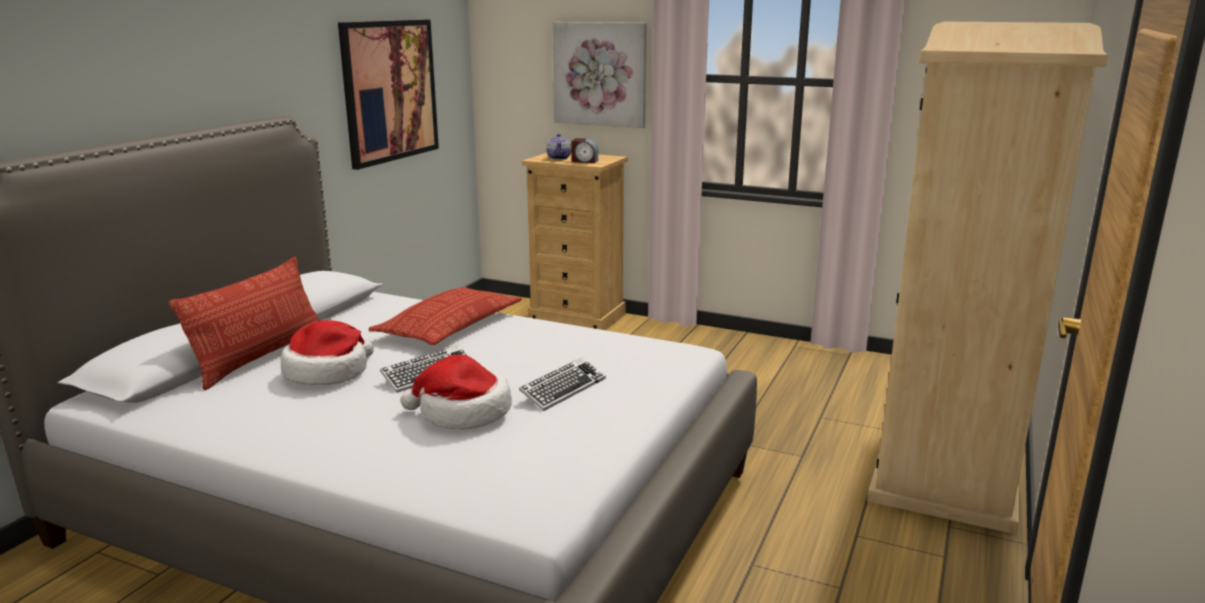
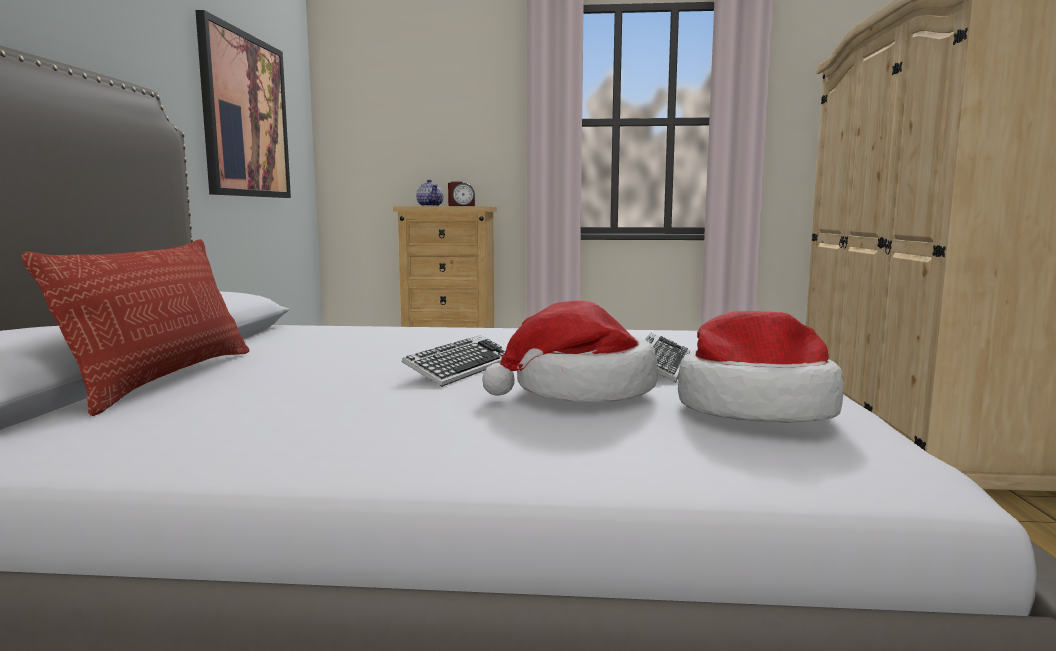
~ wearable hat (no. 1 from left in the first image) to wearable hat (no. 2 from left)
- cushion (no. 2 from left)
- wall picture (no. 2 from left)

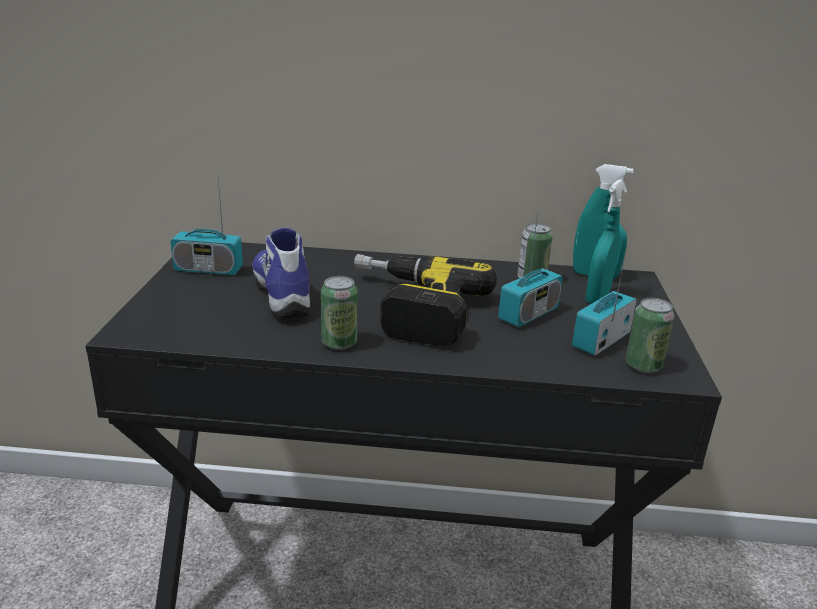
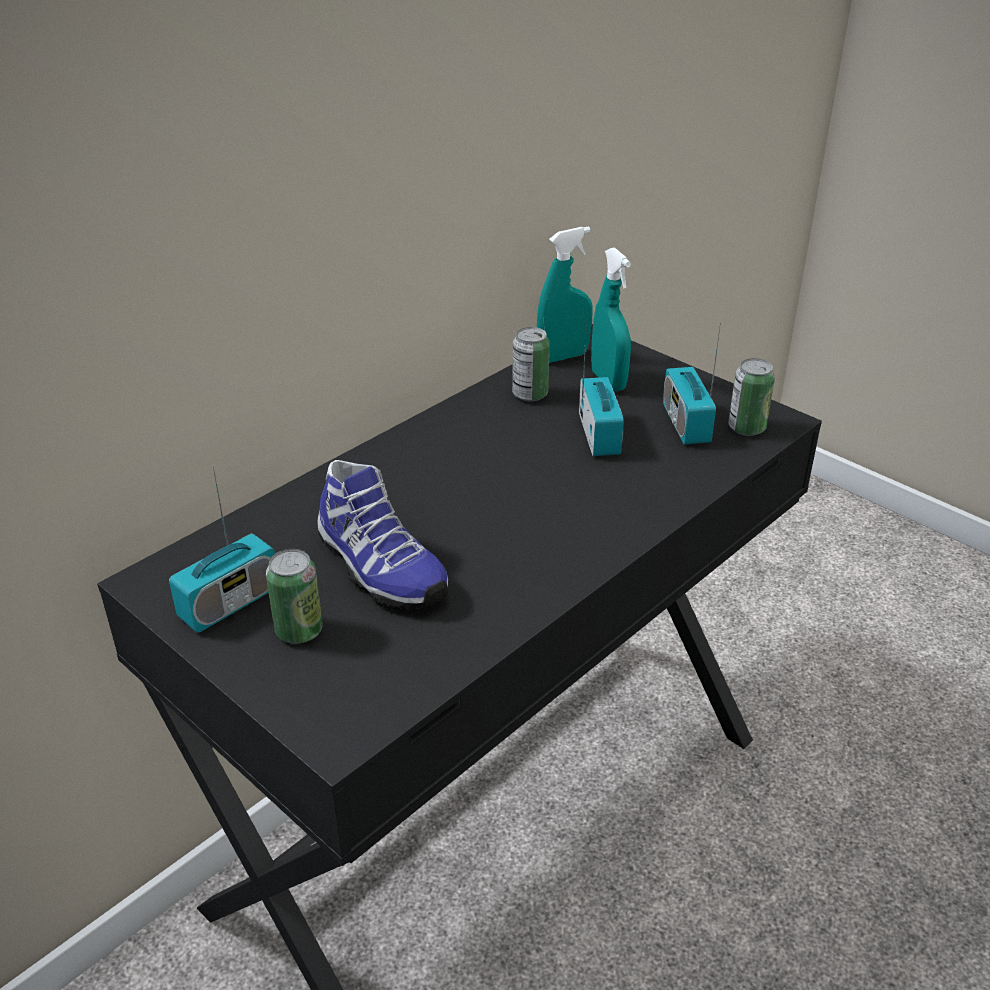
~ sealed can (no. 1 from left)
~ low shoe 150 degrees counterclockwise
- power drill

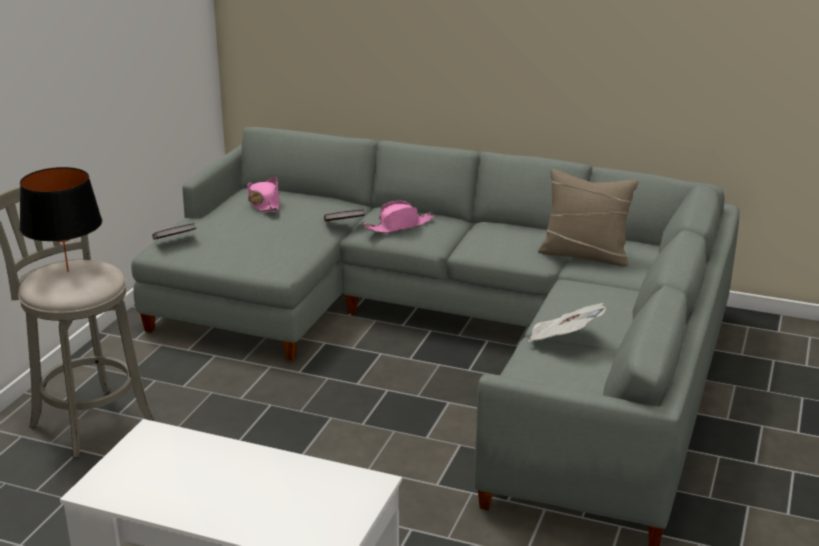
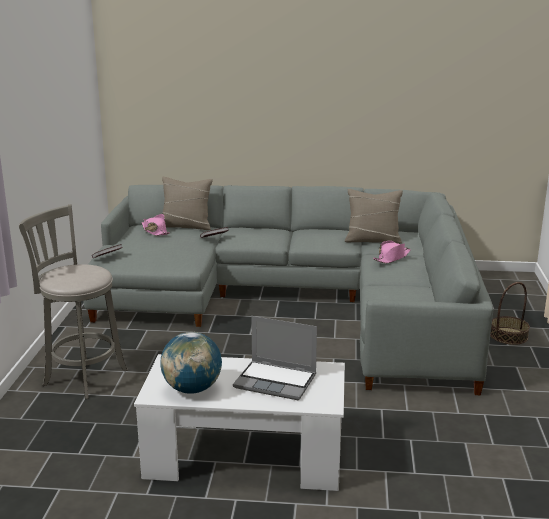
+ desk globe
+ cushion (beige-coloured) (no. 1 from left)
+ laptop
~ wearable hat (pink) (no. 2 from left)
+ storage basket
- tabletop lamp (black-coloured)
- printed paper

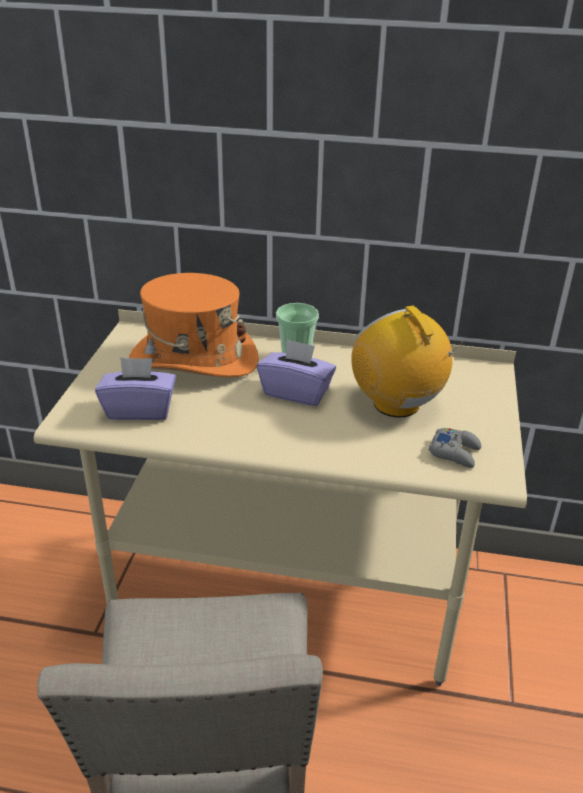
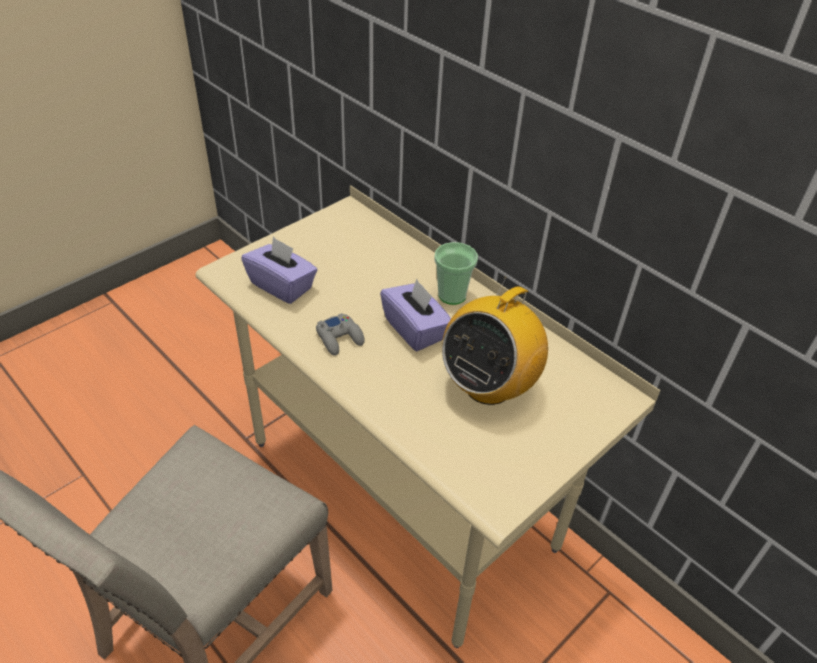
~ gamepad (greyish)
~ radio set 150 degrees counterclockwise
- wearable hat (orange)

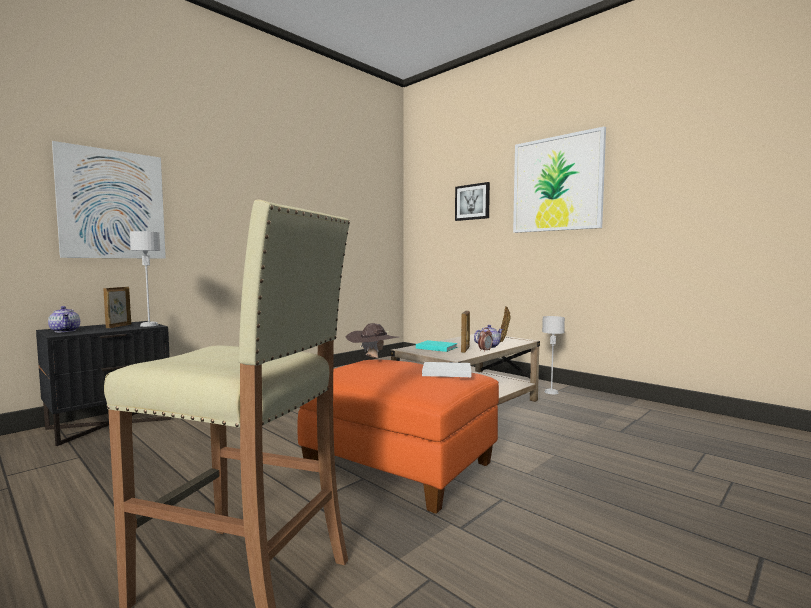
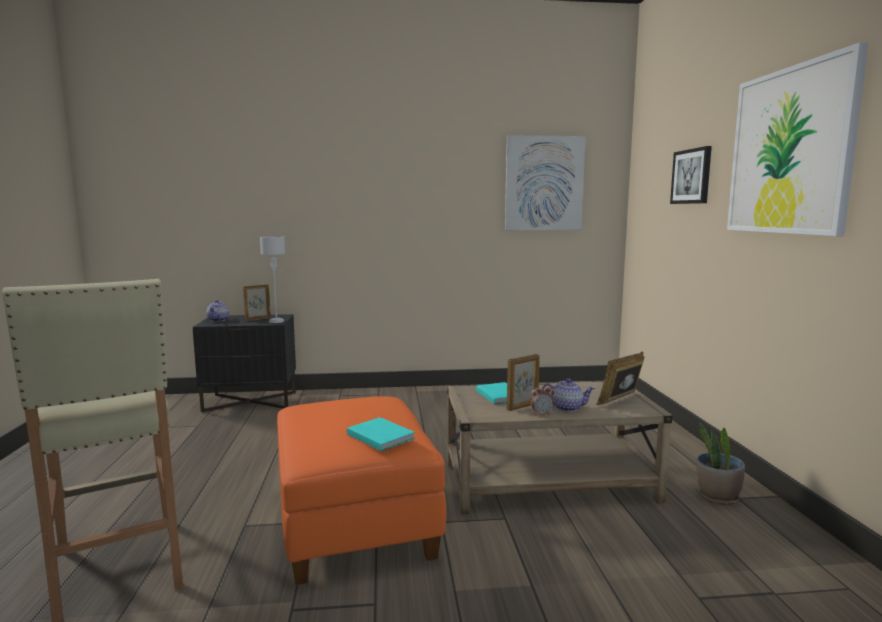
~ book (white) to book (blue-green) (no. 1 from left)
~ wall picture (no. 1 from left)
~ tabletop lamp (greyish) (no. 2 from left) to potted plant
- wearable hat (brown)

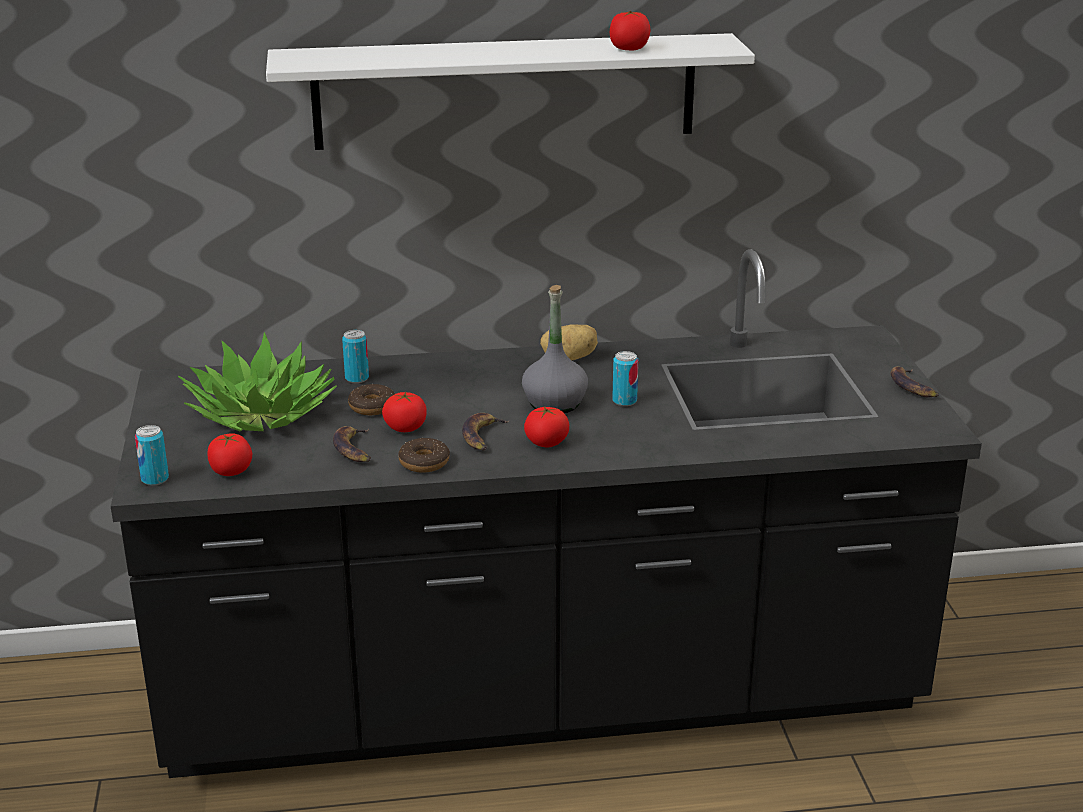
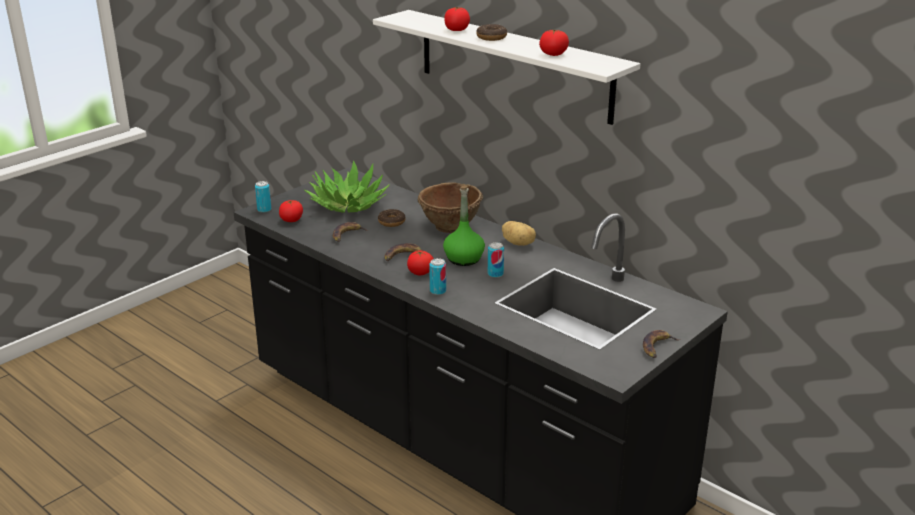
+ bowl (brown)
~ sealed can (no. 2 from left)
~ beverage bottle (greyish) to beverage bottle (green)
~ whole tomato (no. 2 from left in the first image) to whole tomato (no. 3 from left)
~ donut (no. 2 from left)

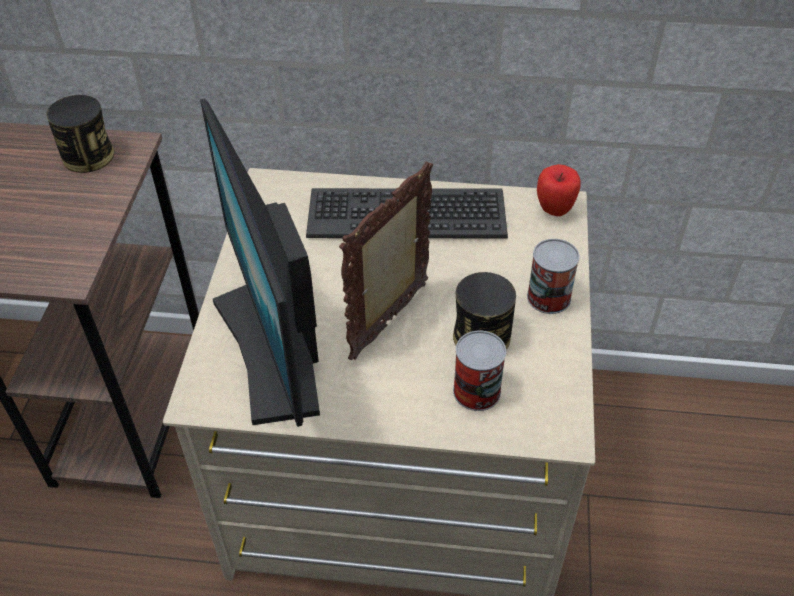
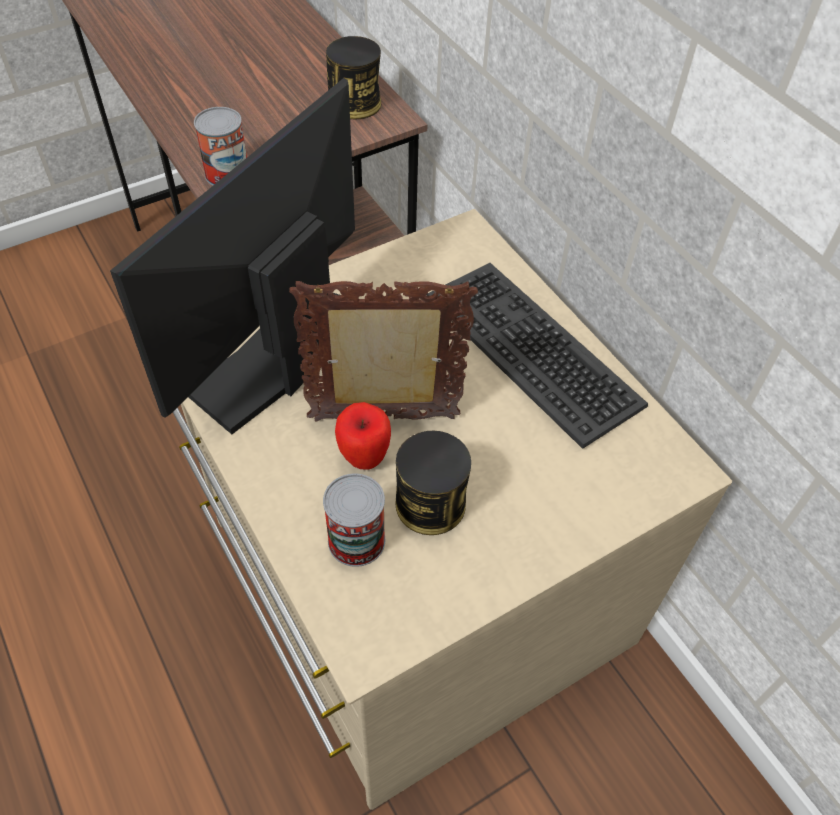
~ sealed can (no. 4 from left in the first image) to sealed can (no. 1 from left)
~ apple fruit

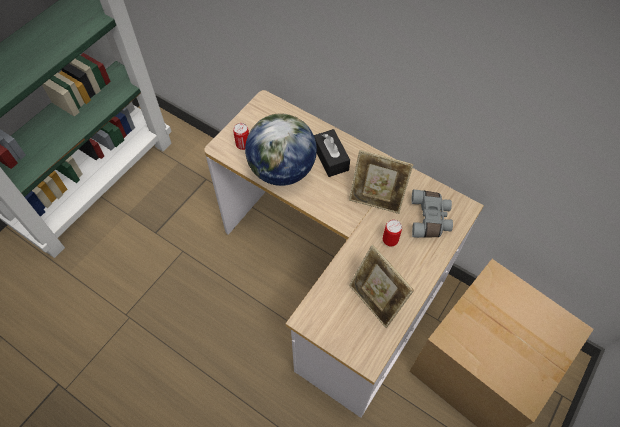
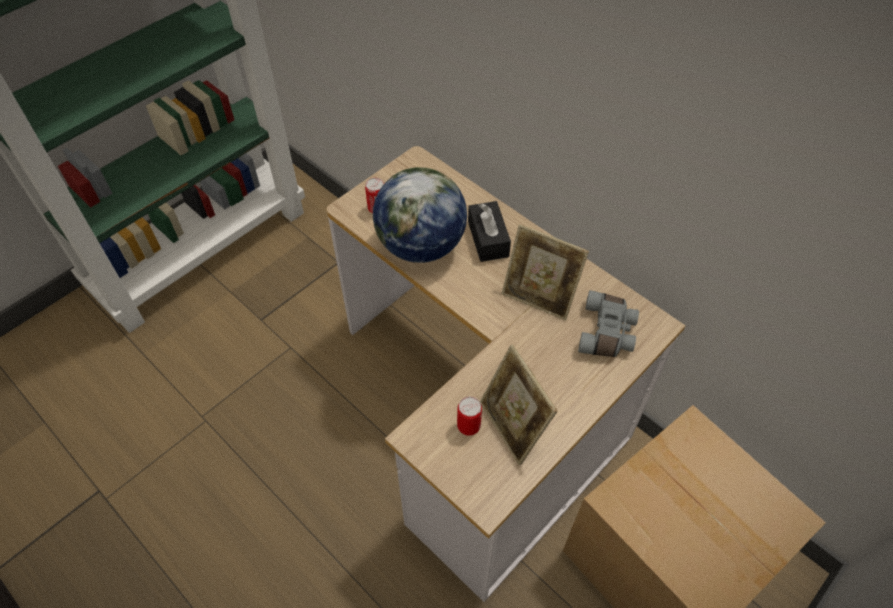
~ sealed can (no. 2 from left)

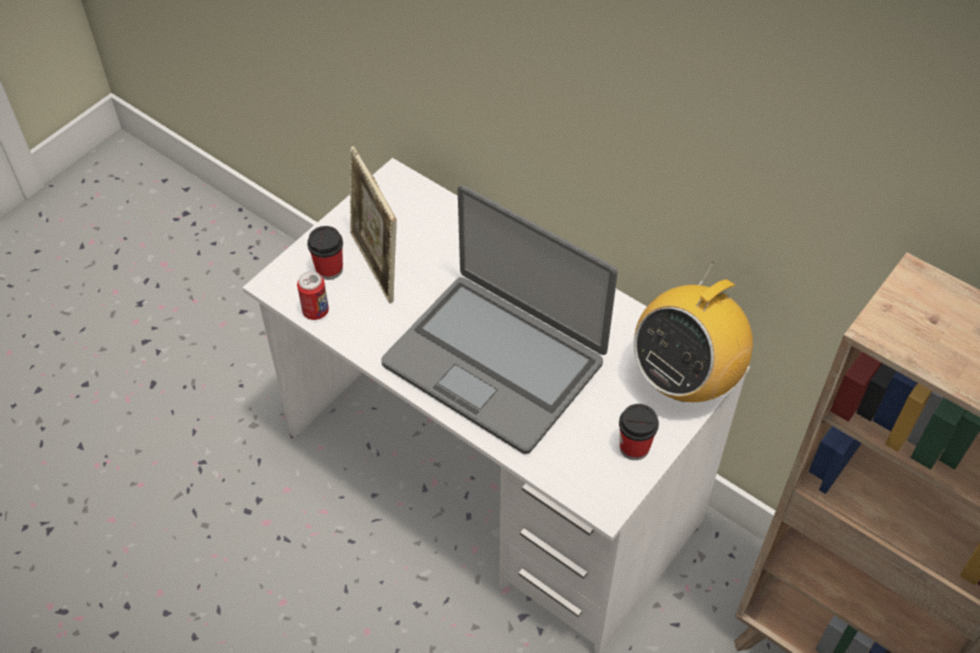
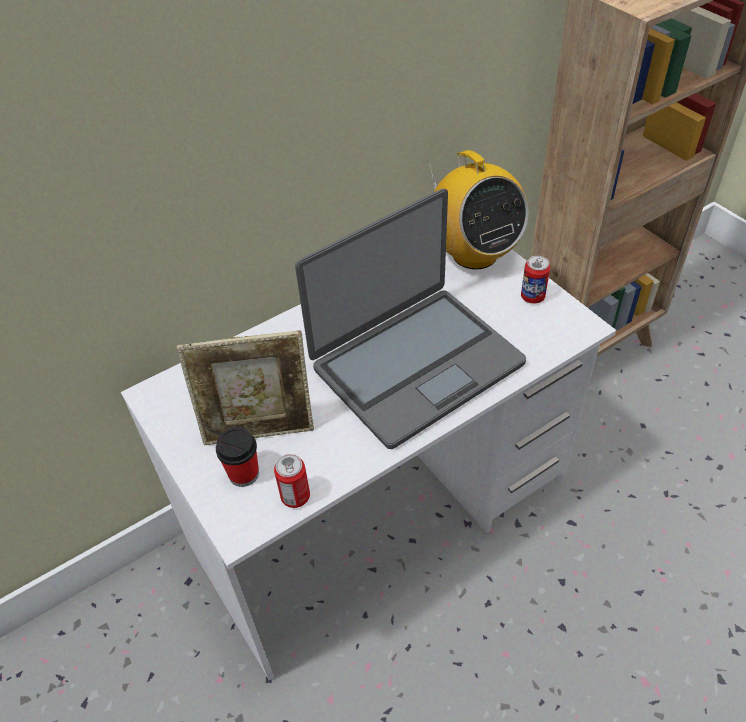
~ drinking cup (no. 2 from left) to sealed can (no. 2 from left)

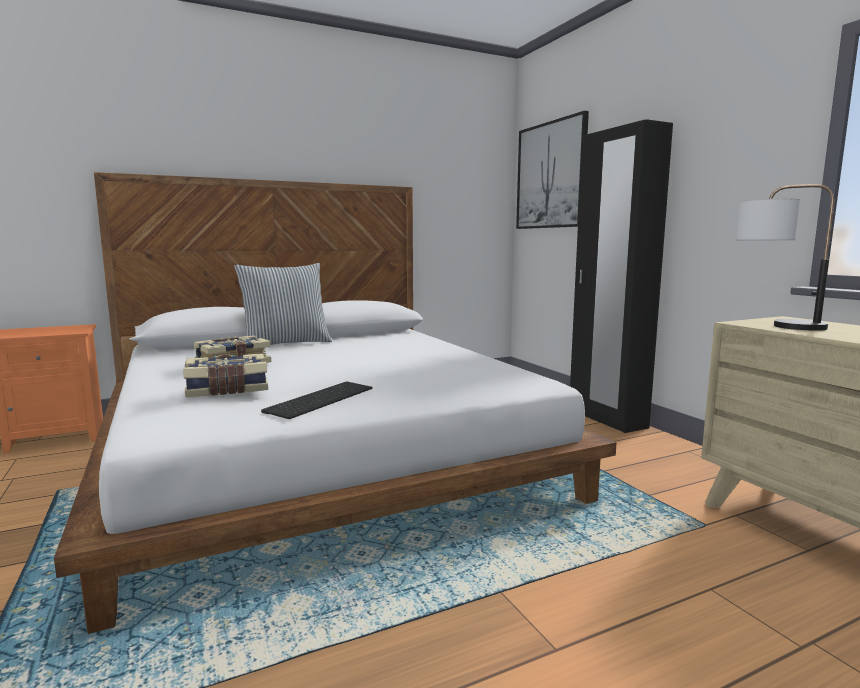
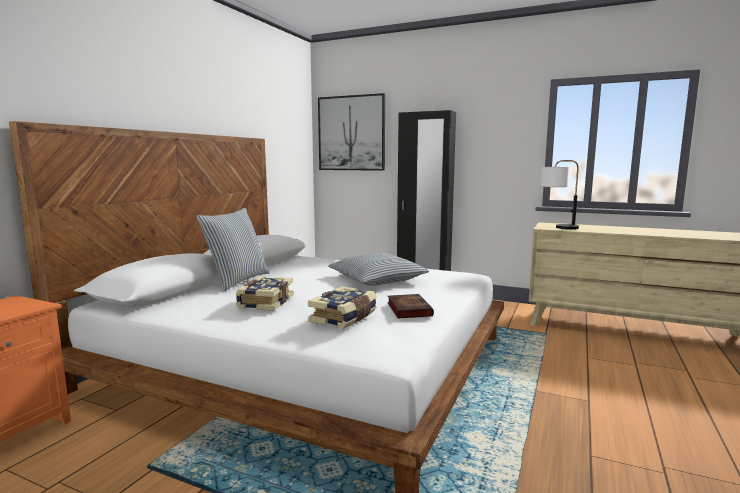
+ cushion (no. 2 from left)
~ computer keyboard to book (no. 3 from left)

